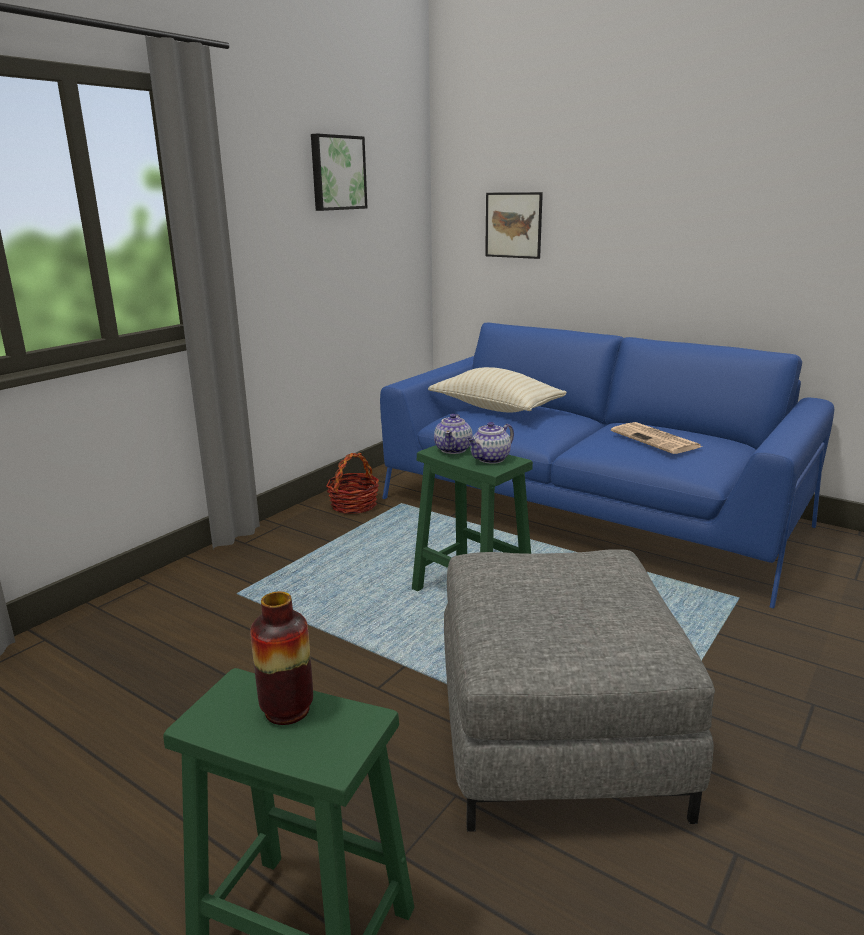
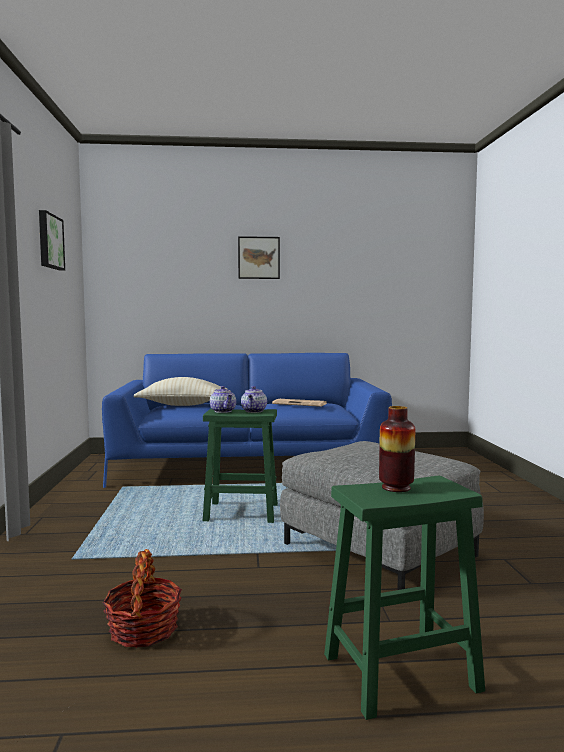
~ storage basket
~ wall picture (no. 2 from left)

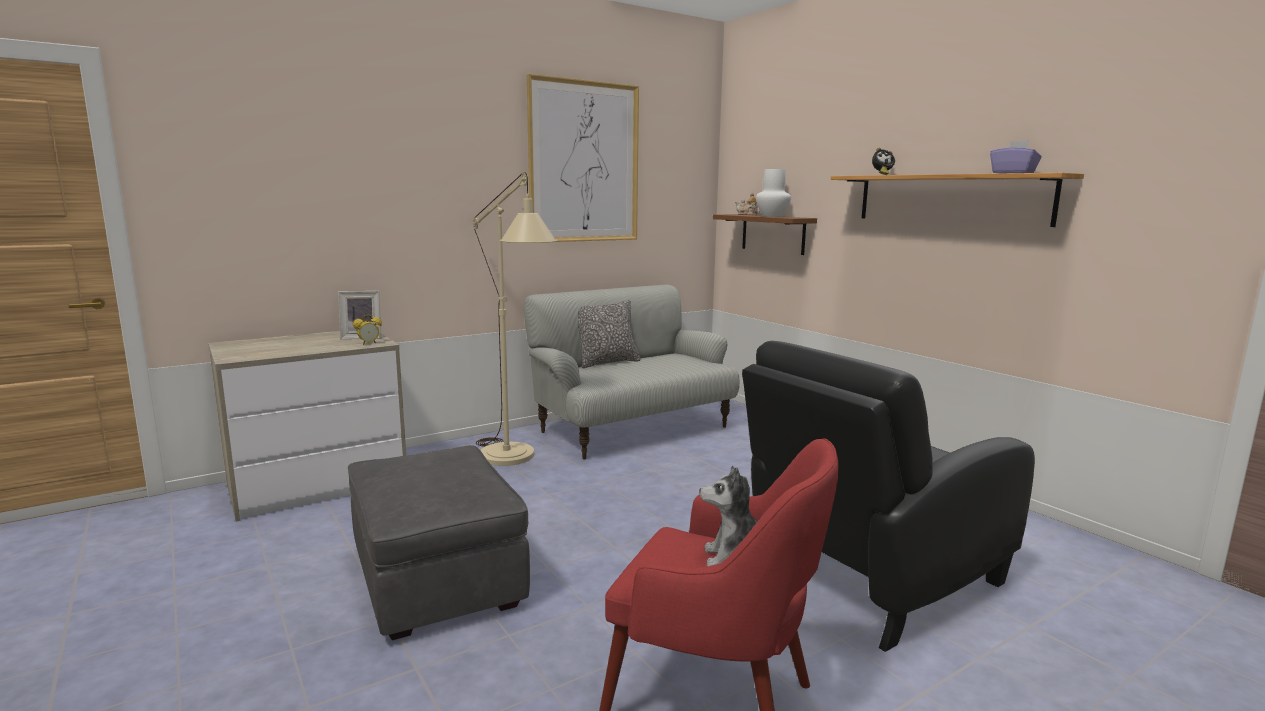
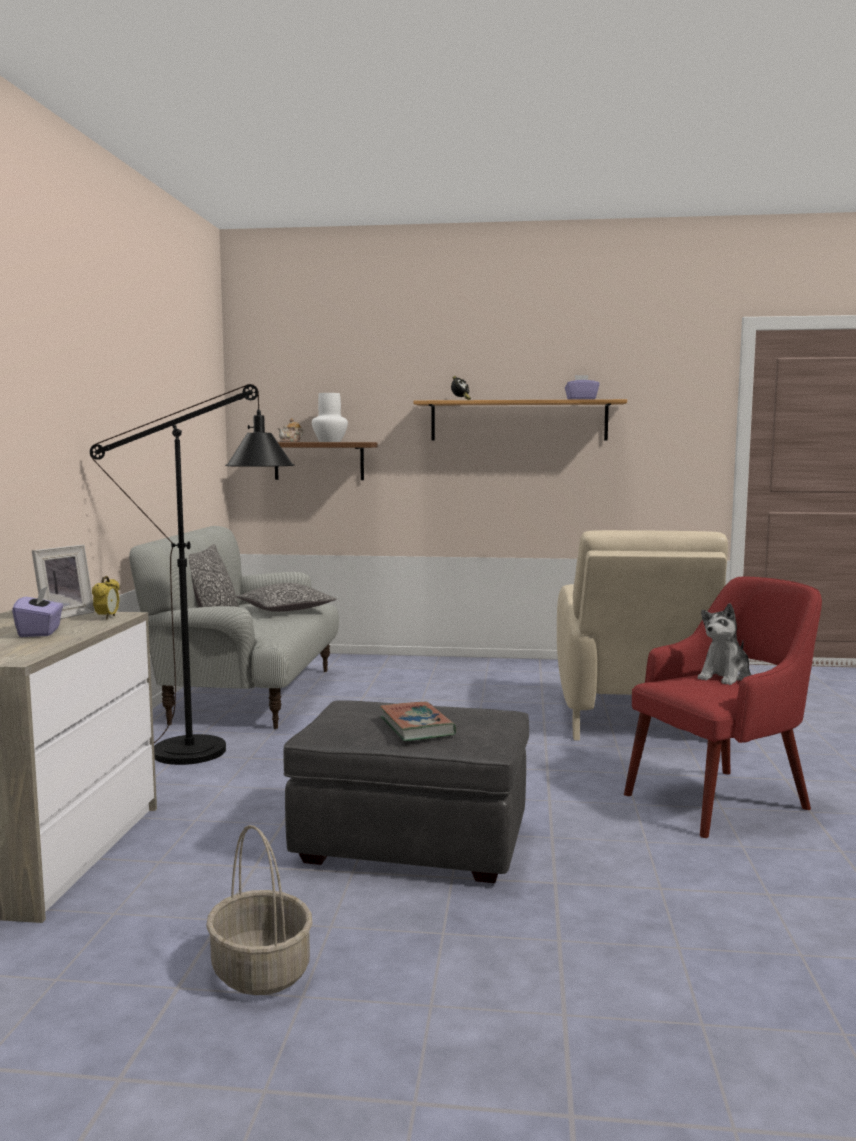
+ tissue box (purple) (no. 1 from left)
~ standing lamp (beige-coloured) to standing lamp (black-coloured)
+ storage basket
+ cushion (no. 2 from left)
+ book
~ easy chair (black-coloured) to easy chair (beige-coloured)
- wall picture

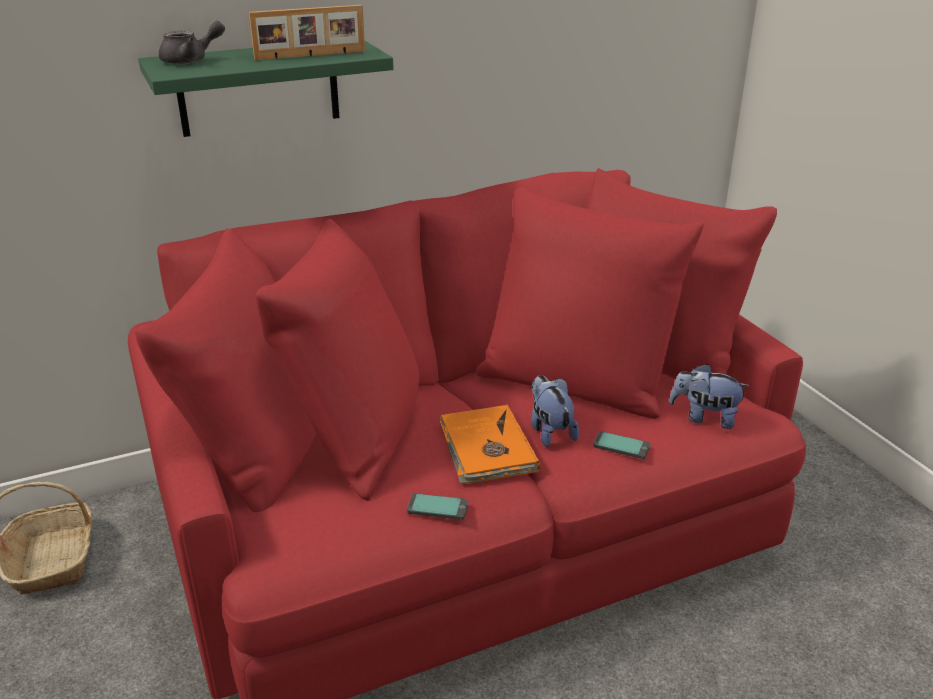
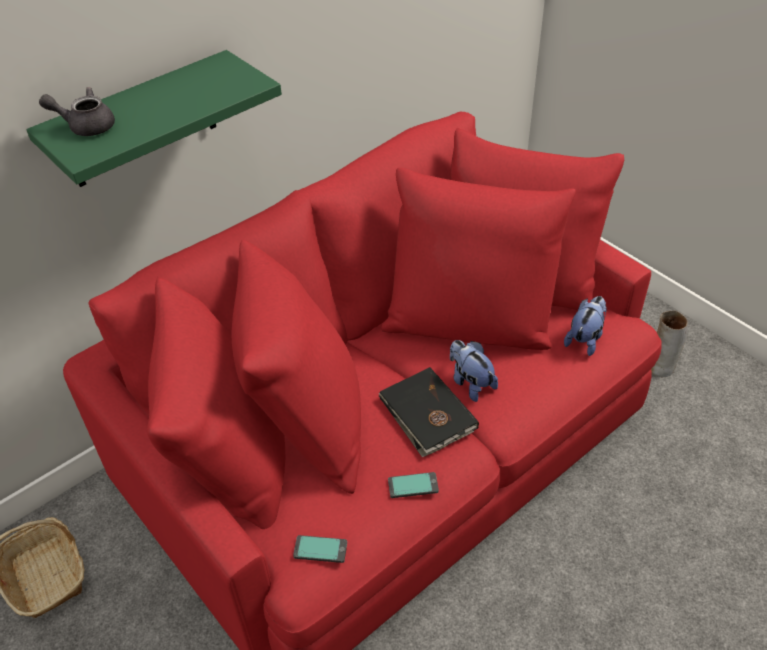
~ teapot (greyish) 135 degrees counterclockwise
~ telephone (no. 2 from left in the first image) to telephone (no. 1 from left)
~ book (orange) to book (black-coloured)
~ soft toy (no. 2 from left) 120 degrees clockwise
+ vase
- picture frame

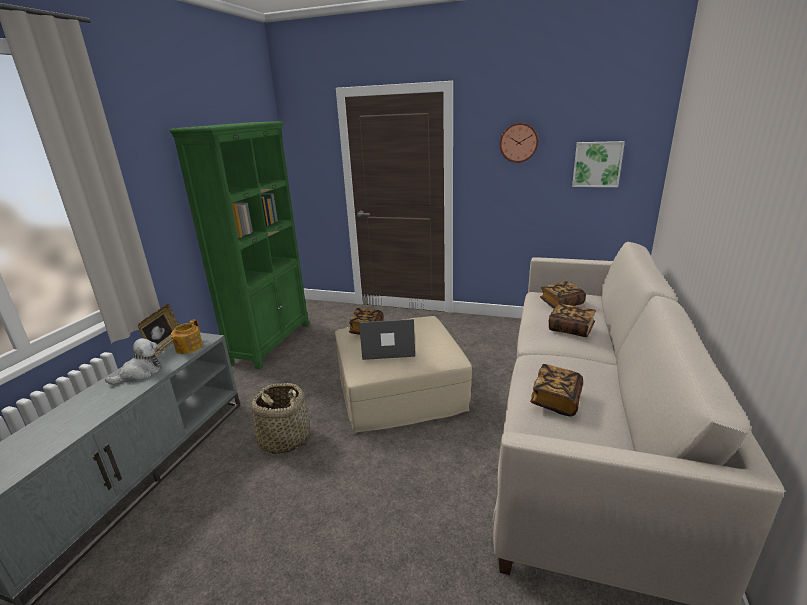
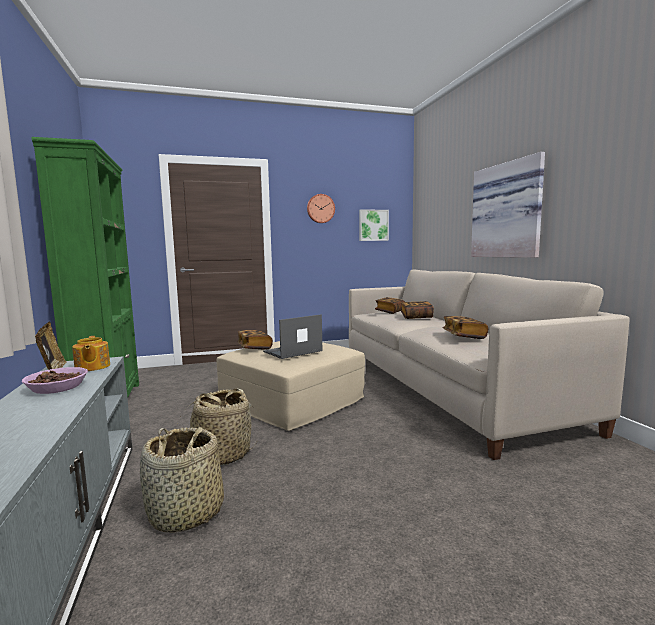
~ soft toy to bowl
+ storage basket (no. 1 from left)
+ wall picture (no. 2 from left)

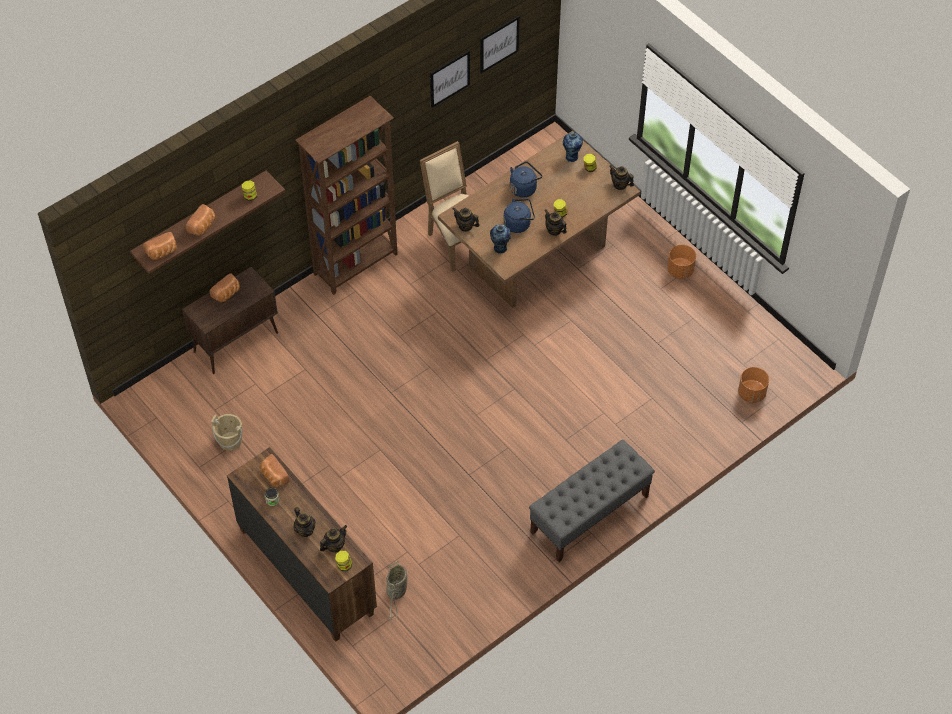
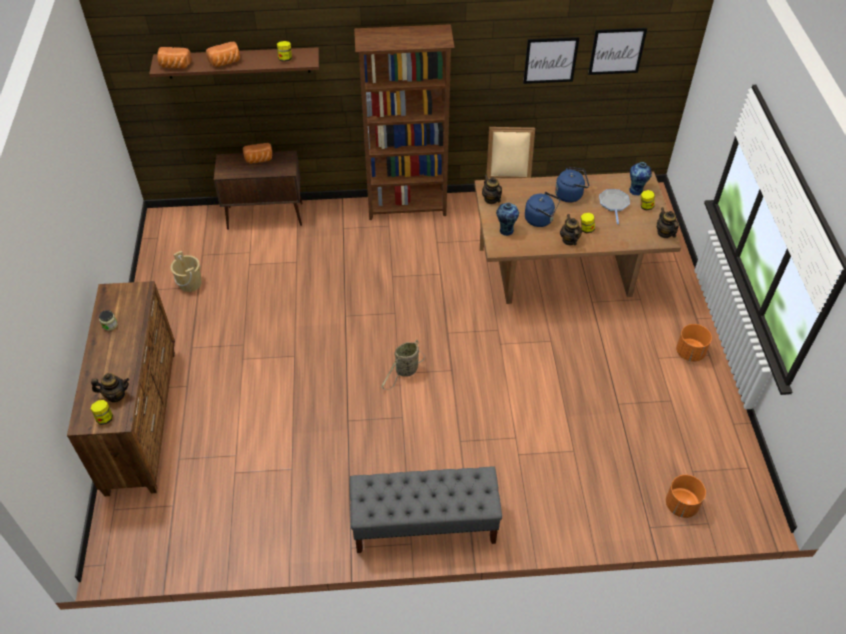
~ storage basket
+ frying pan
- baked bread (no. 4 from left)
- teapot (no. 1 from left)

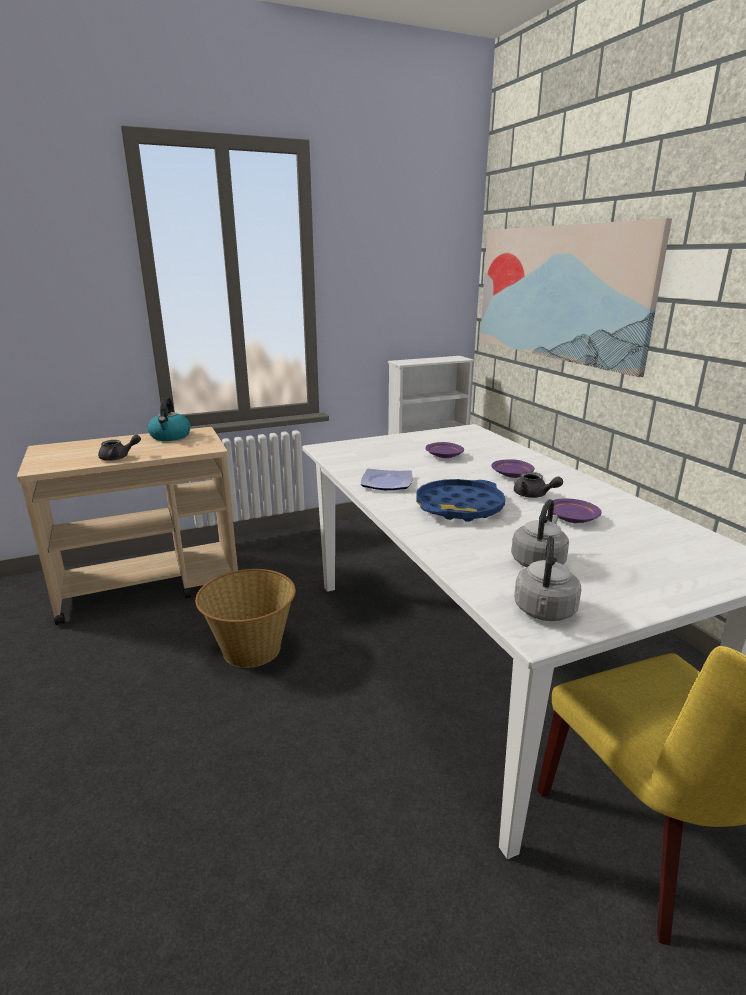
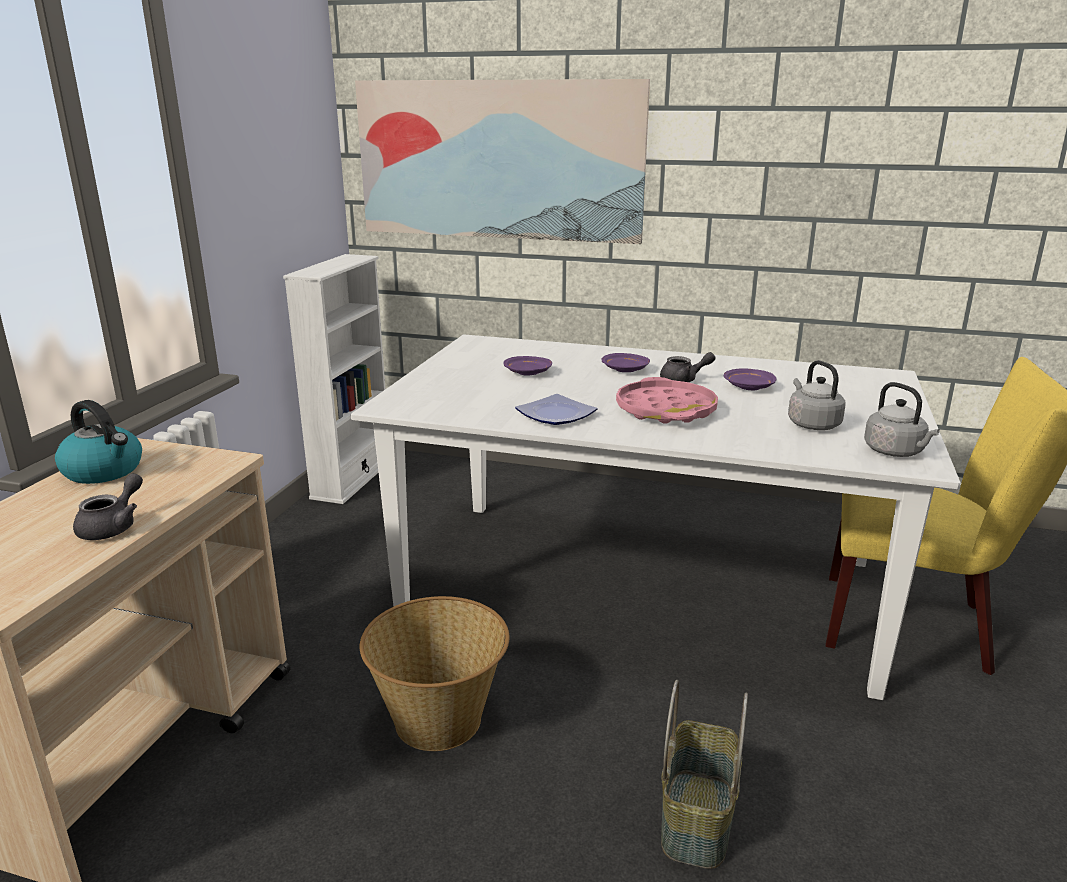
~ carrying tray (blue) to carrying tray (pink)
+ storage basket (no. 2 from left)

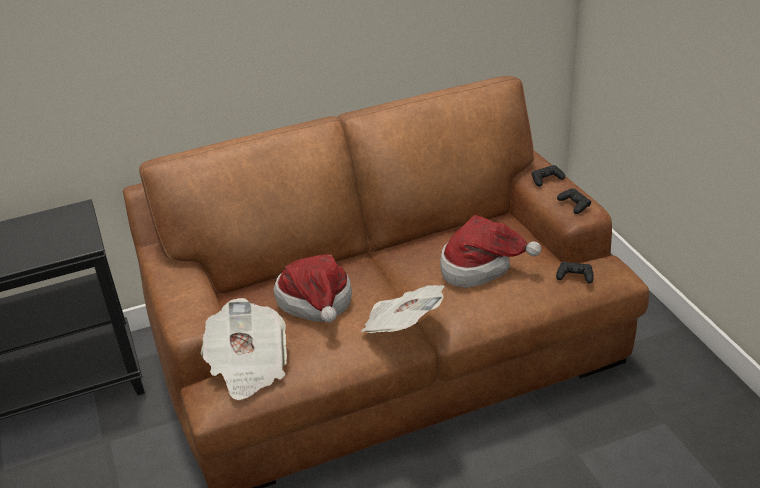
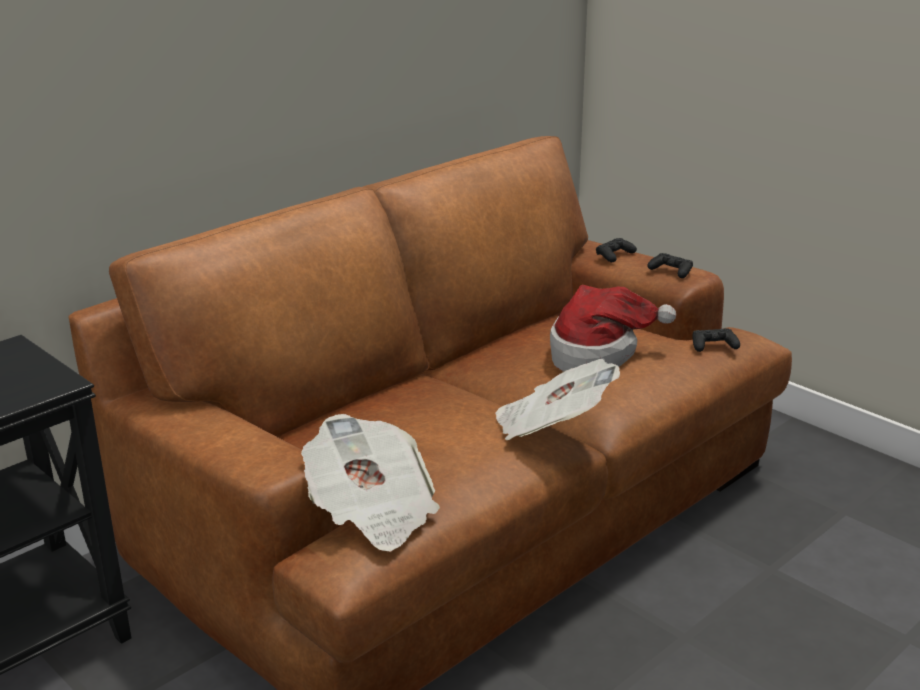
- wearable hat (no. 1 from left)

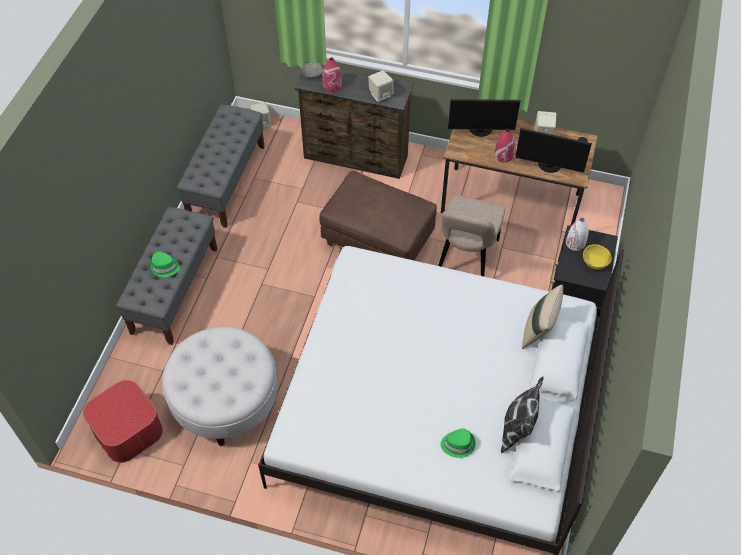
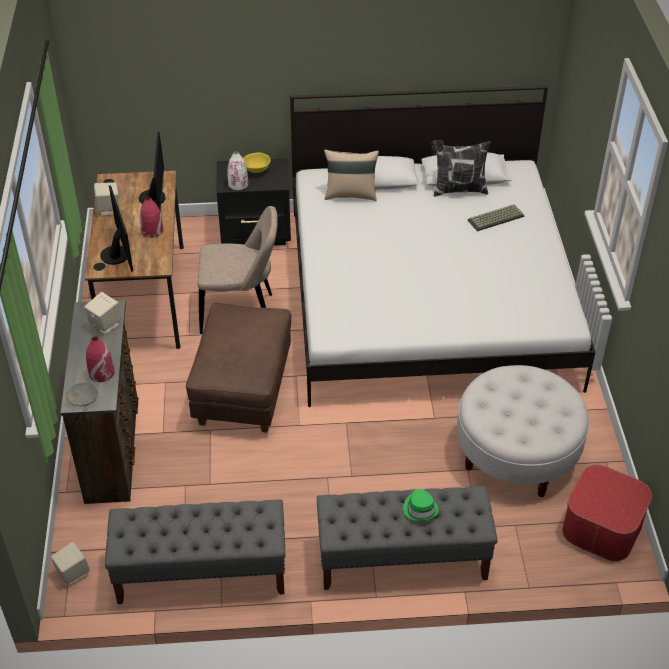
~ wearable hat (green) (no. 2 from left) to computer keyboard

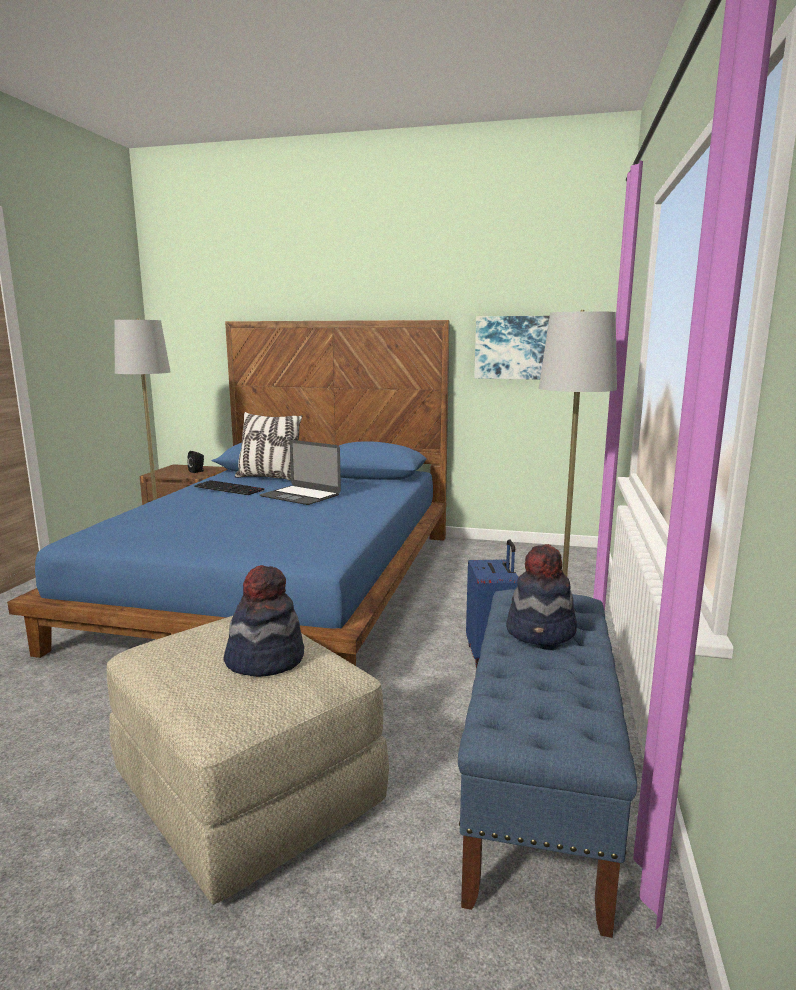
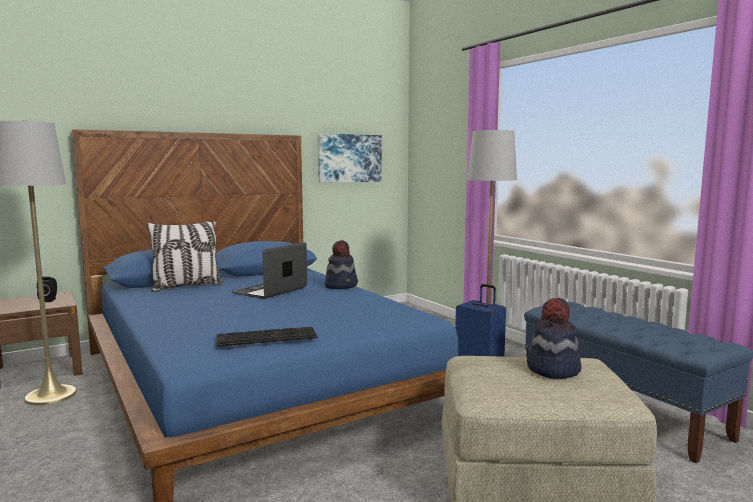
~ computer keyboard
~ laptop 135 degrees clockwise
~ wearable hat (no. 2 from left in the first image) to wearable hat (no. 1 from left)

